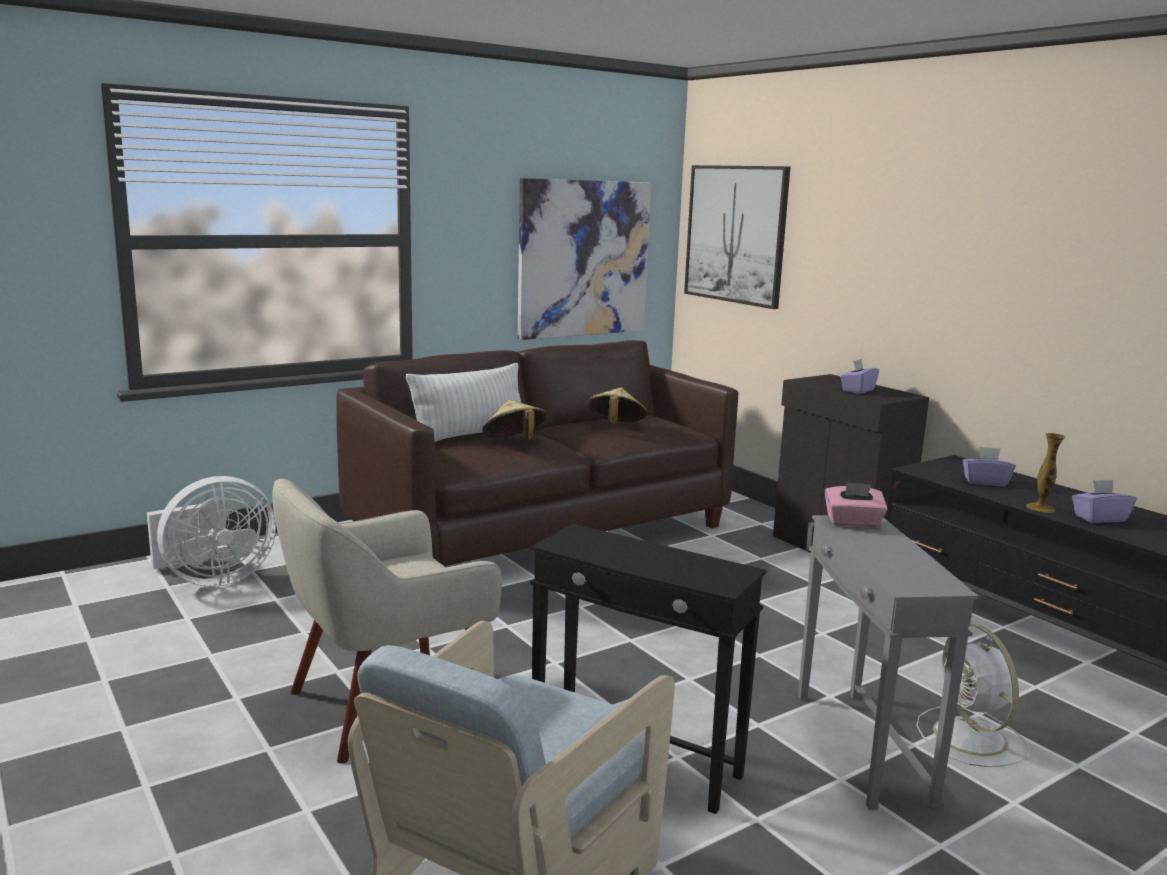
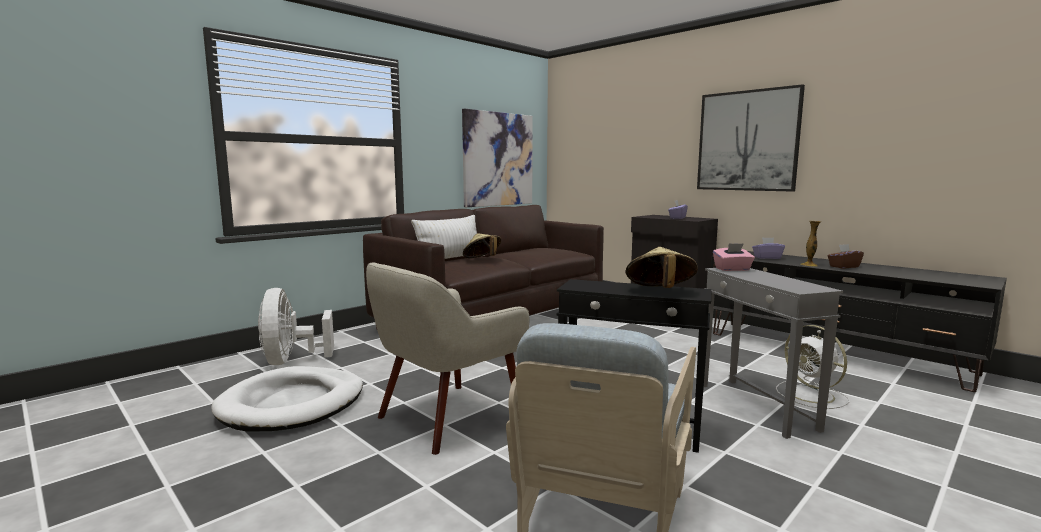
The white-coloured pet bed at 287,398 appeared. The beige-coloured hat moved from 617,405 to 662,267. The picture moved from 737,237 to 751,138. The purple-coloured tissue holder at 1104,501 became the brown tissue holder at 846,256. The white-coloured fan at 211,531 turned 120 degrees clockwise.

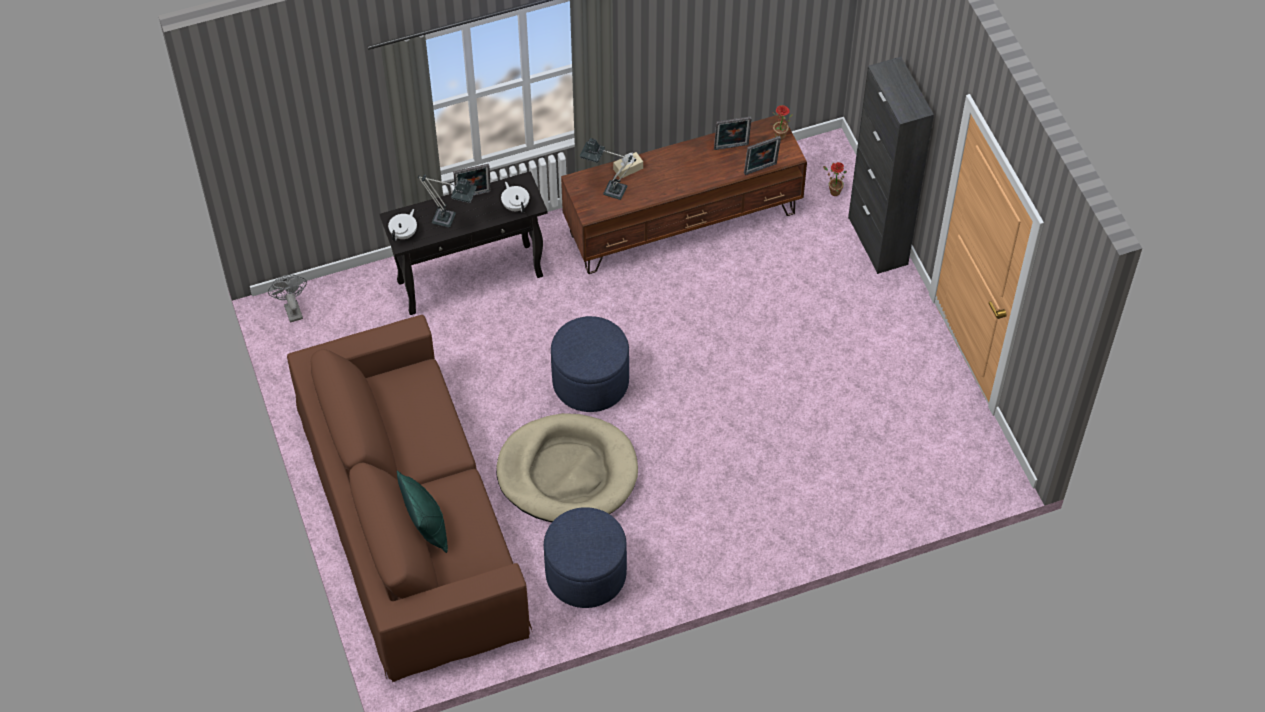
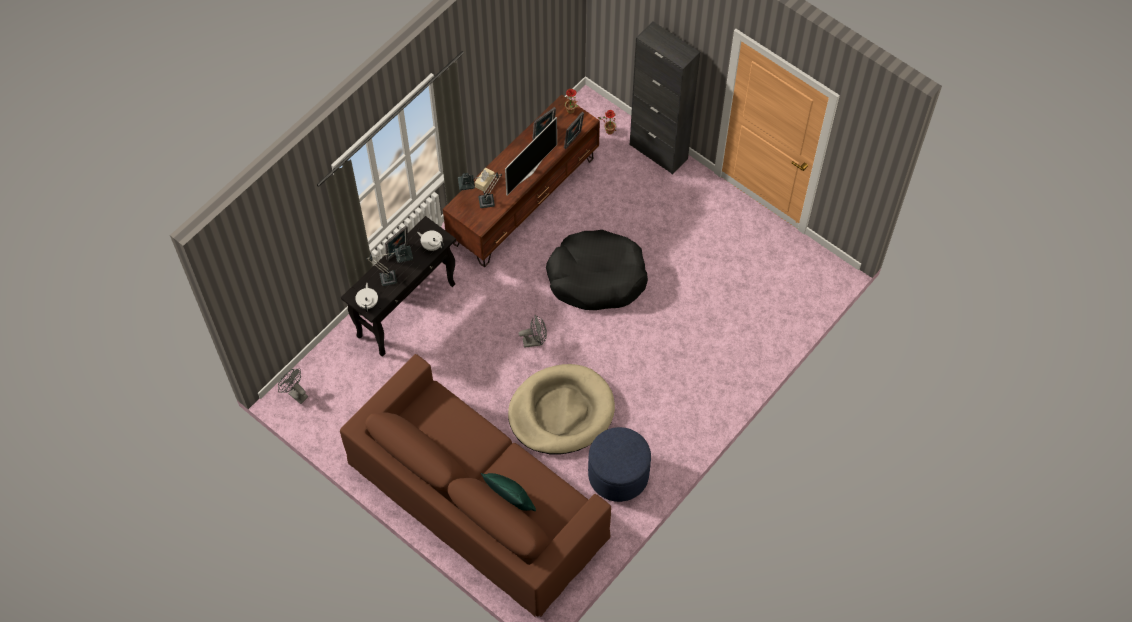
The TV at 531,156 appeared. The black pet bed at 597,270 appeared. The blue ottoman at 590,364 was replaced by the gray fan at 533,331.

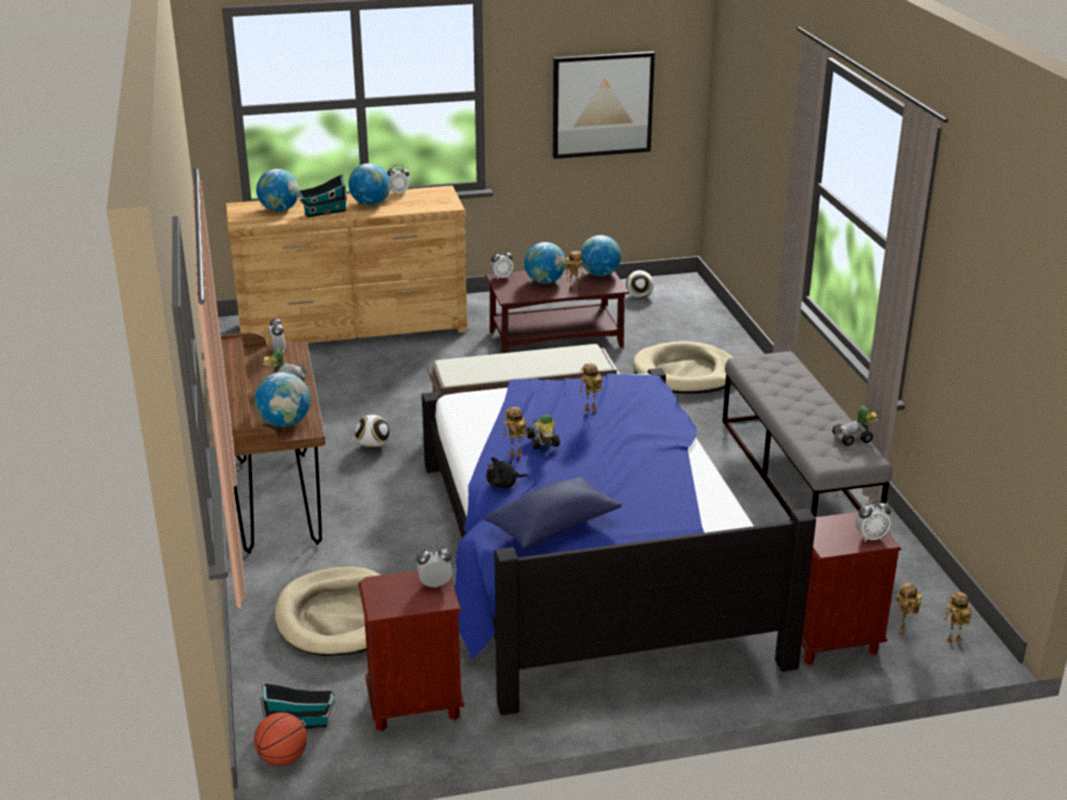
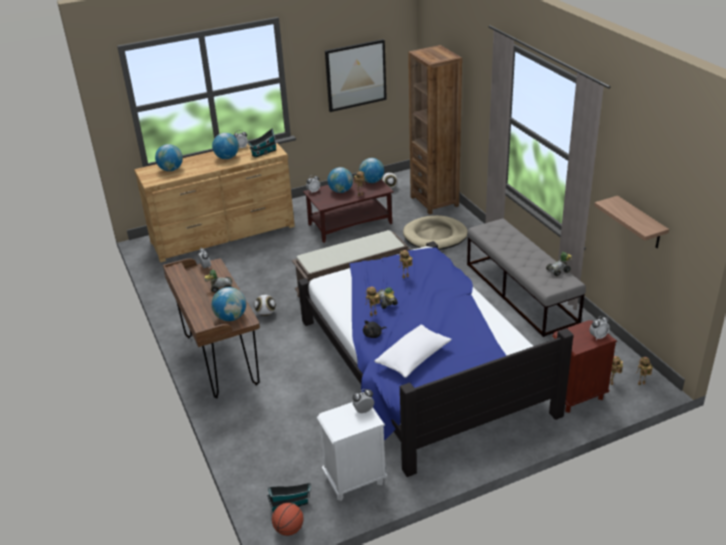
The beige-coloured pet bed at 327,611 disappeared. The brown bookcase at 435,129 appeared. The shelf at 631,222 appeared. The toy house moved from 322,195 to 262,143. The brown night table at 411,651 became the white-coloured night table at 352,451. The blue throw pillow at 553,513 became the white-coloured throw pillow at 413,351.

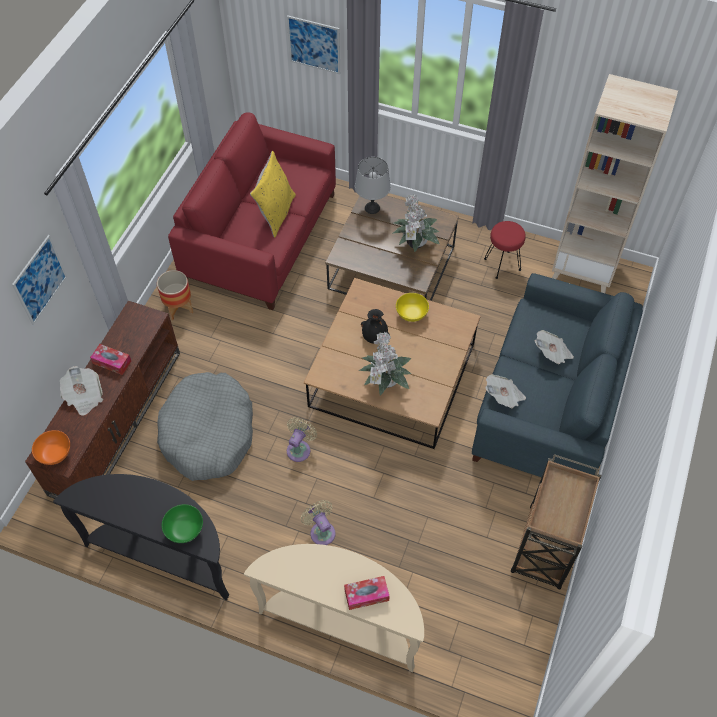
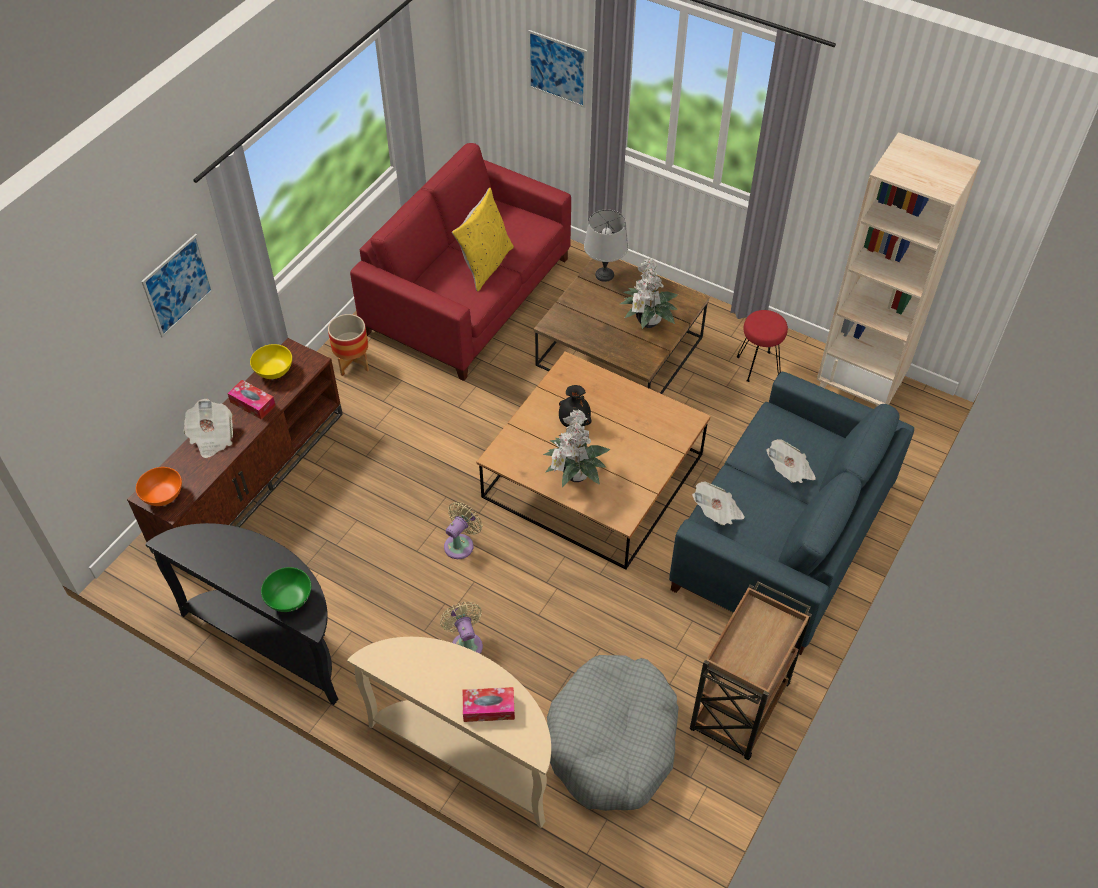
The gray pet bed moved from 205,426 to 613,733. The yellowish serving bowl moved from 412,307 to 271,361.

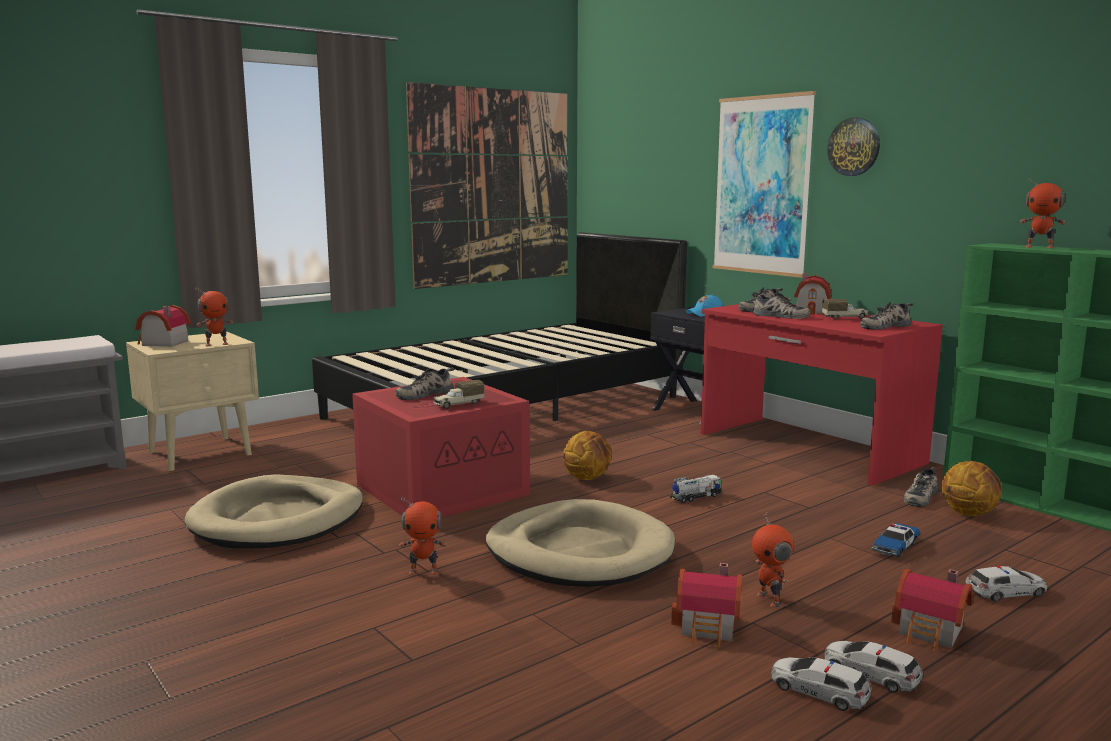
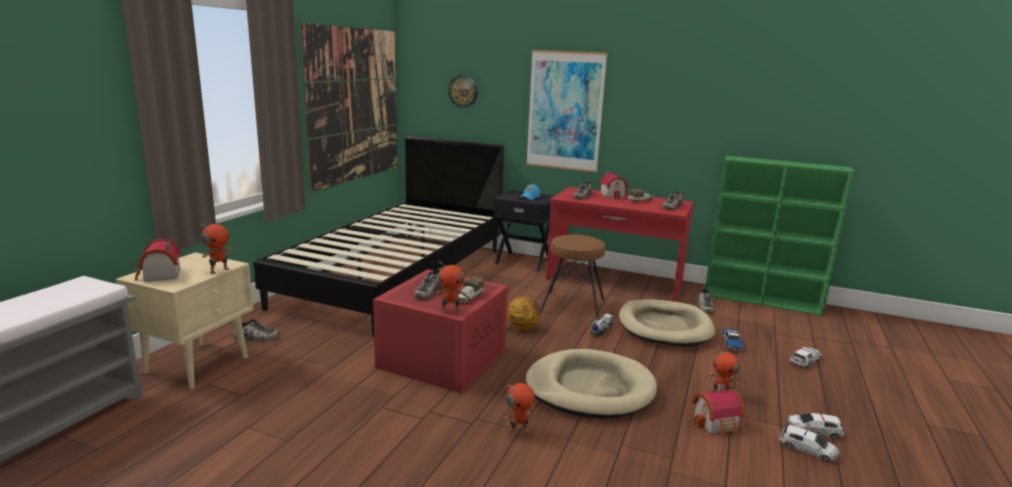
The toy house at 932,610 disappeared. The basketball at 971,488 disappeared. The brown stool seat at 572,277 appeared. The beige-coloured pet bed moved from 273,511 to 667,323. The low shoe moved from 781,306 to 254,330. The wall clock moved from 853,147 to 463,91. The model robot moved from 1043,213 to 451,287. The model car at 821,684 turned 150 degrees counterclockwise.

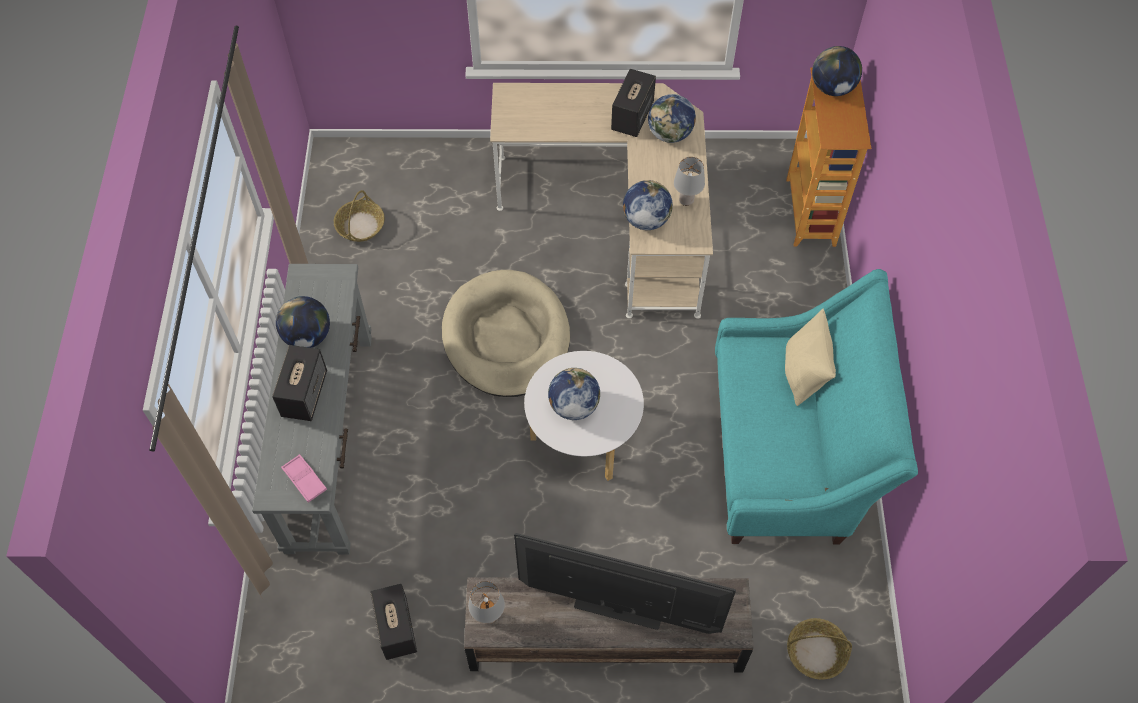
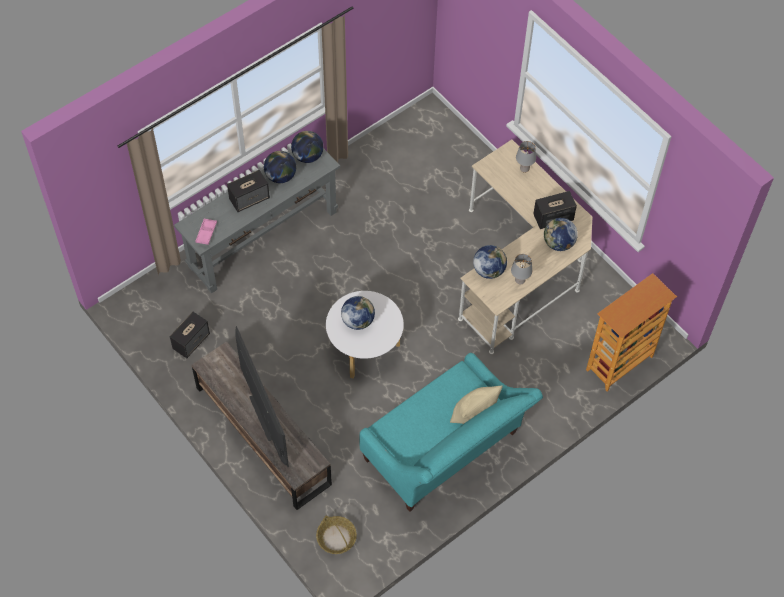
The household basket at 359,216 disappeared. The beige-coloured pet bed at 506,333 disappeared. The gray tabletop lamp moved from 486,602 to 526,157. The globe moved from 837,71 to 307,147.

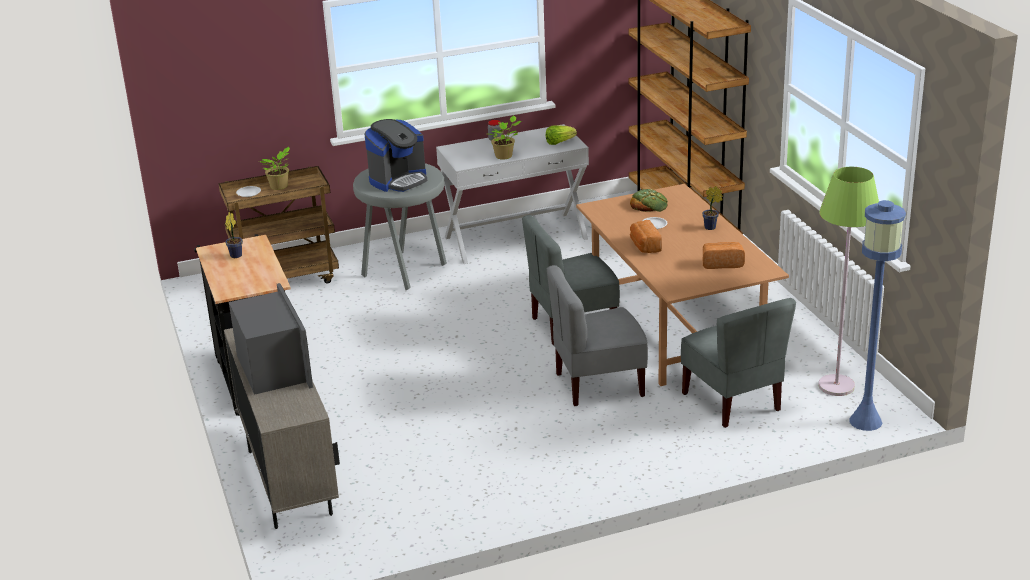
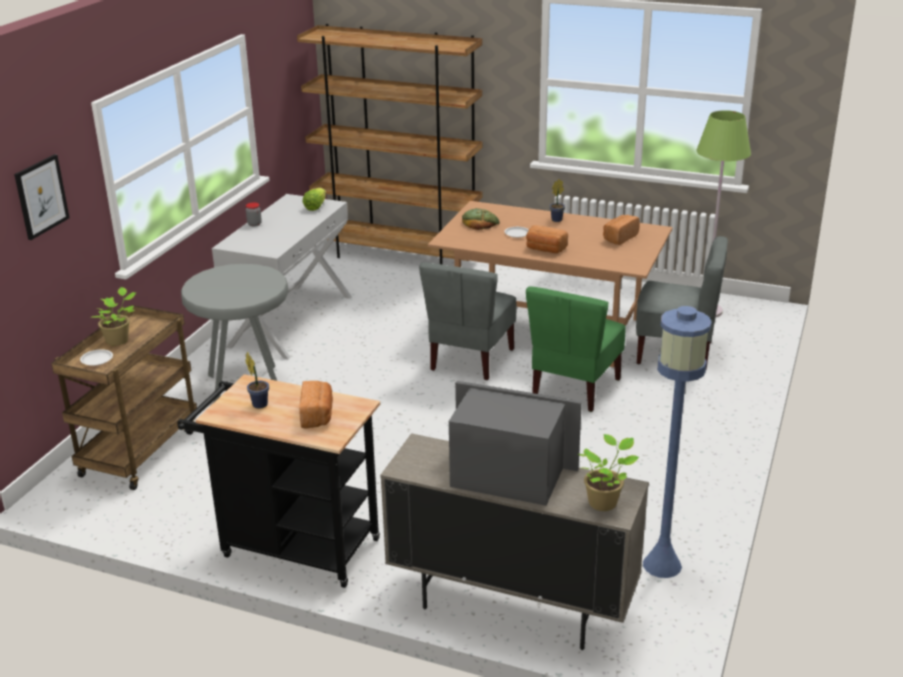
The coffee machine at 396,155 disappeared. The picture at 41,197 appeared. The bread at 316,405 appeared. The plant in a pot moved from 505,137 to 608,472. The blue standard lamp moved from 877,315 to 677,442. The gray chair at 597,335 became the green chair at 575,349.

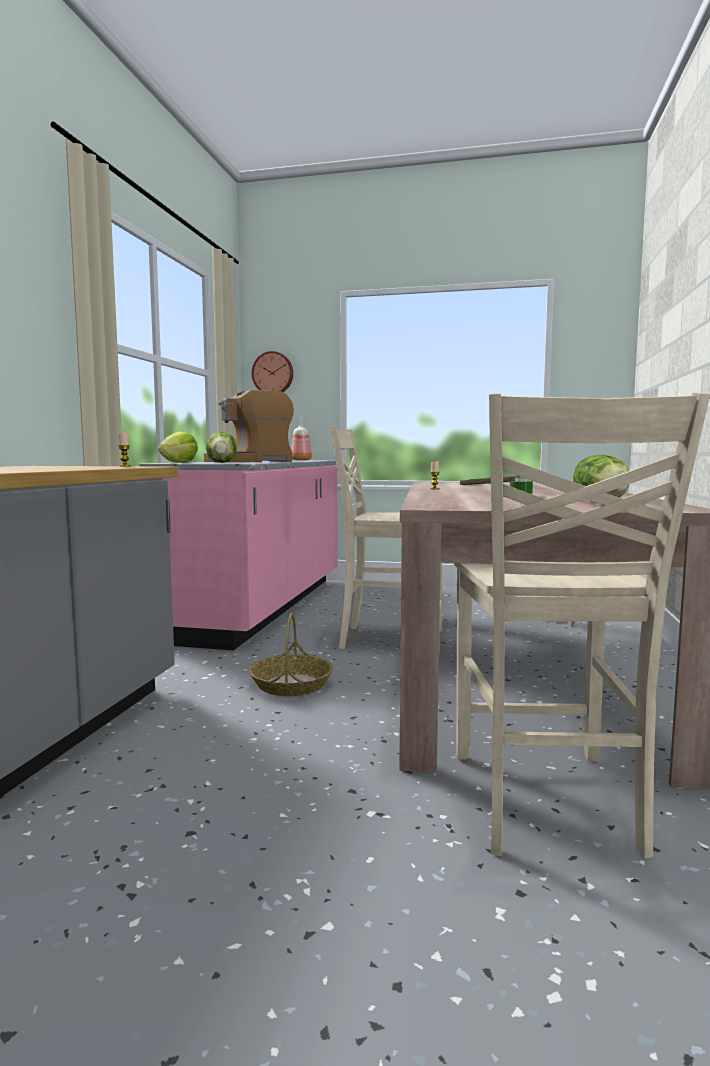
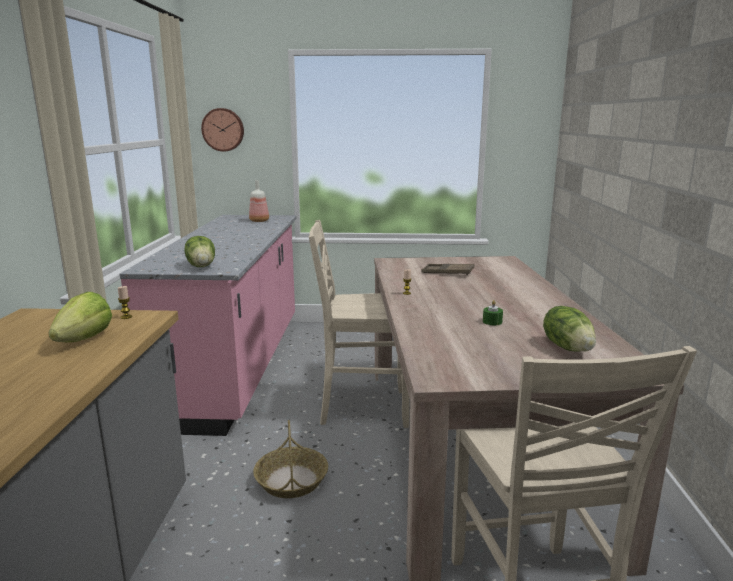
The coffee machine at 249,426 disappeared. The head of lettuce moved from 178,447 to 80,317.

